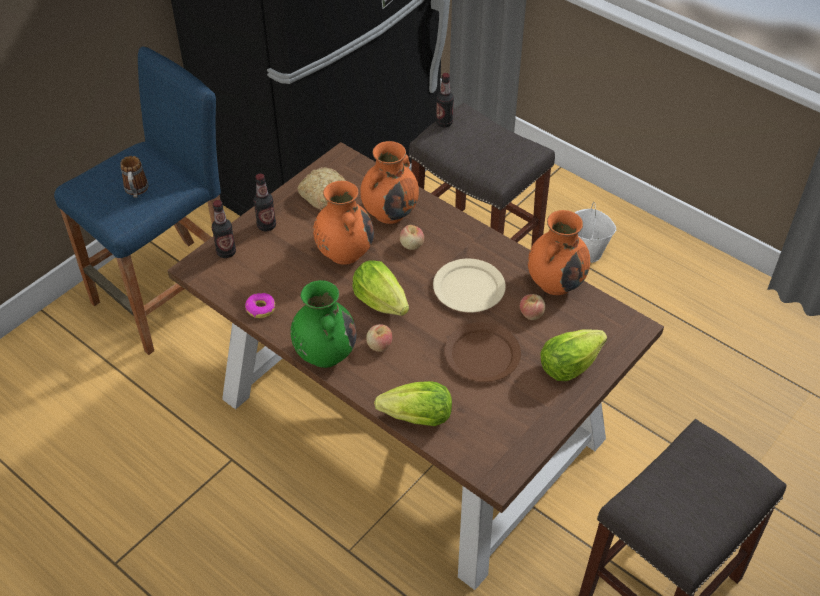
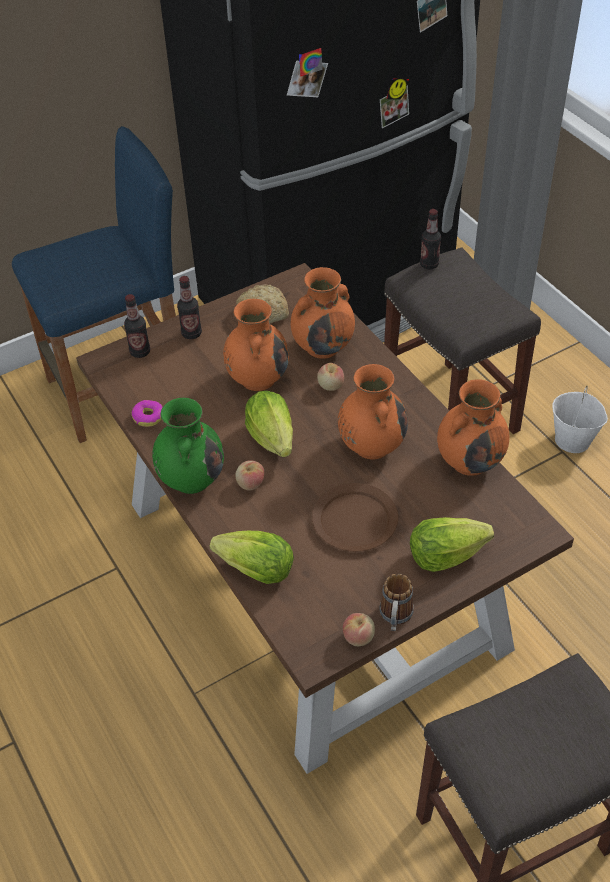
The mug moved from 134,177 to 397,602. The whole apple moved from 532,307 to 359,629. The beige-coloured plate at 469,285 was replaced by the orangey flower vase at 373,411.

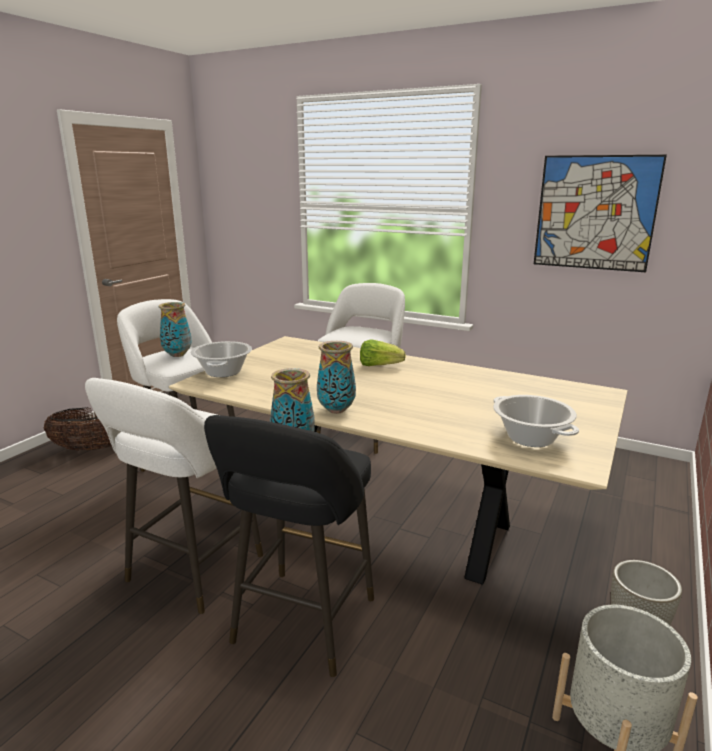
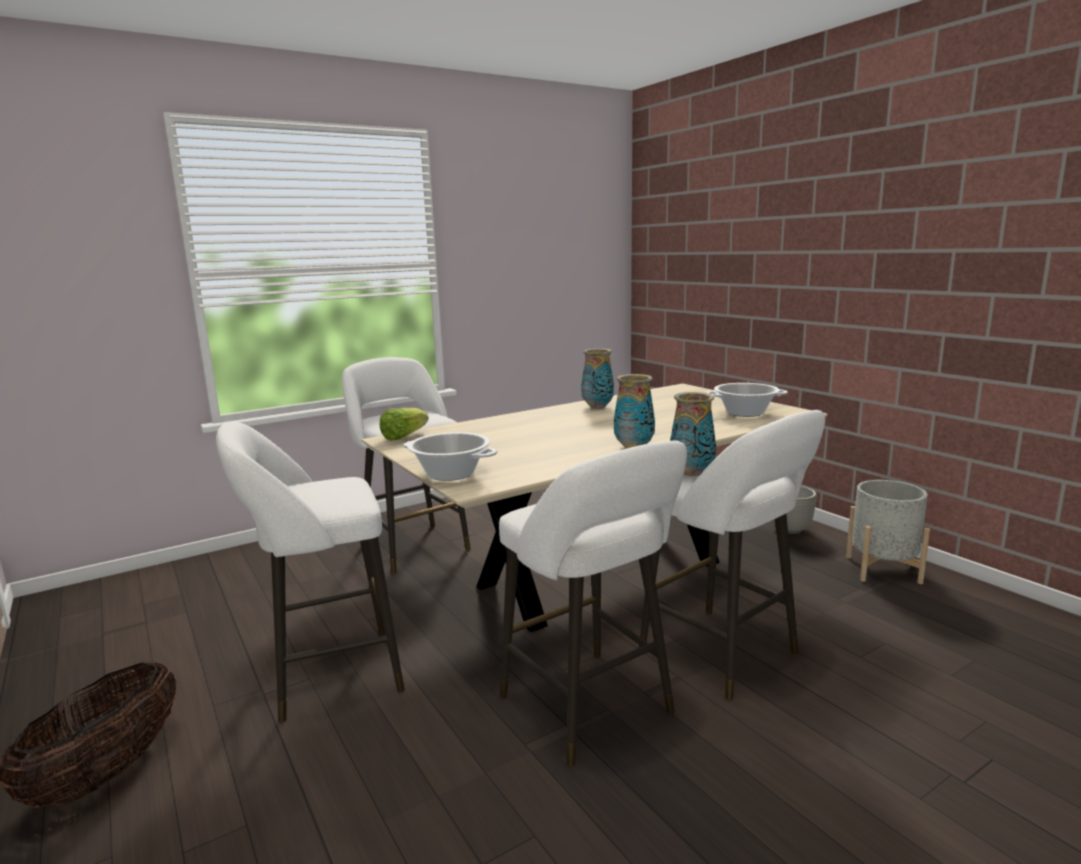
The picture at 600,213 disappeared. The flower vase moved from 175,329 to 597,378. The head of lettuce moved from 383,352 to 404,424. The black stool seat at 289,546 became the white-coloured stool seat at 732,555.

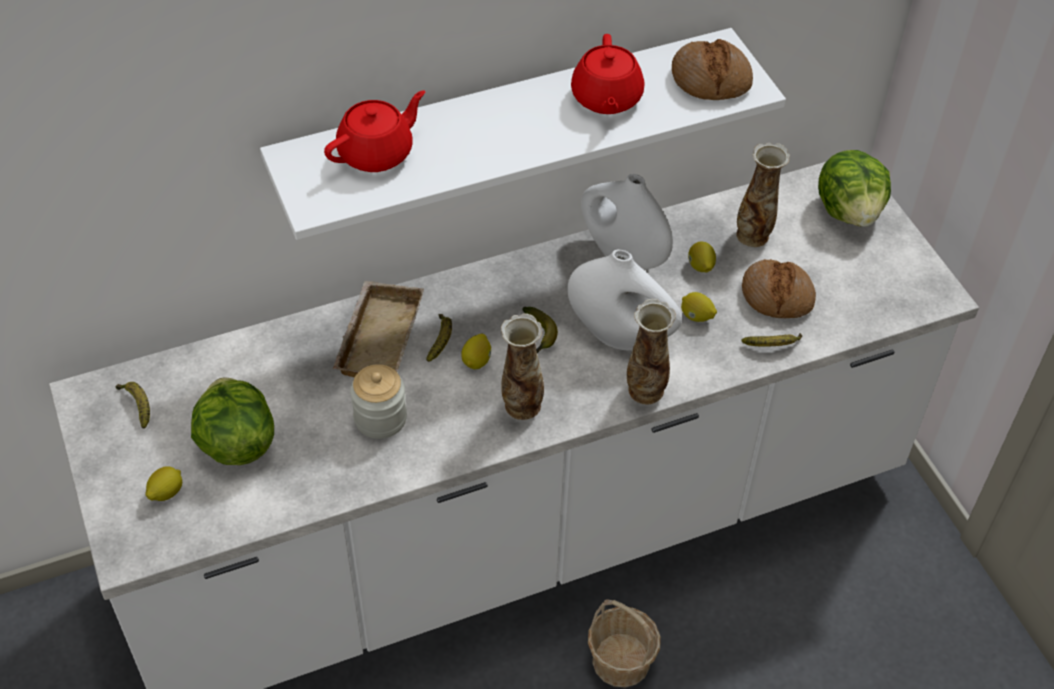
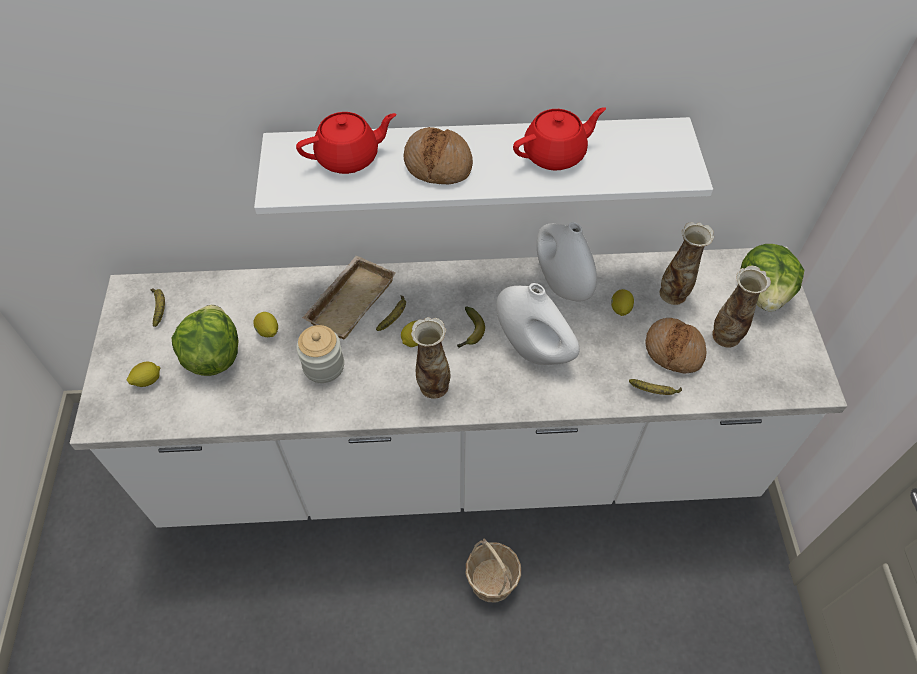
The flower vase moved from 651,352 to 741,307. The bread moved from 712,69 to 438,156. The whole lemon moved from 699,307 to 265,324. The reddish teapot at 607,74 turned 135 degrees counterclockwise.

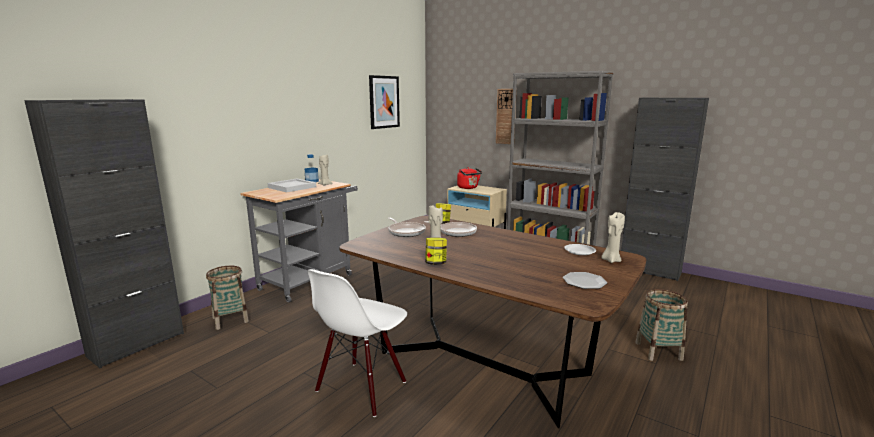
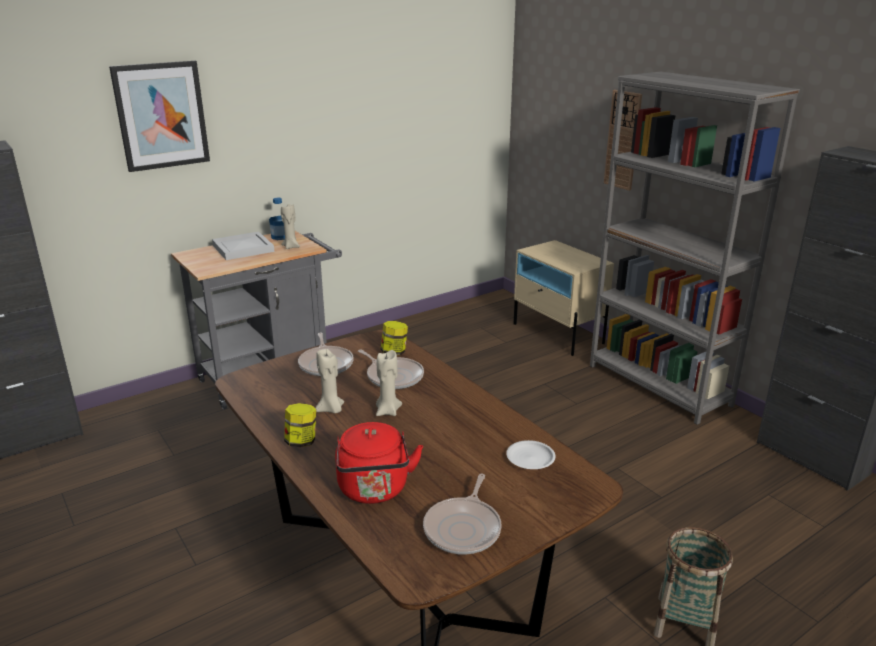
The household basket at 227,298 disappeared. The white-coloured chair at 357,343 disappeared. The picture moved from 384,102 to 159,116. The reddish water kettle moved from 469,178 to 379,463. The beige-coloured wax candle moved from 613,237 to 389,383. The plate at 585,280 was replaced by the pan at 462,514.

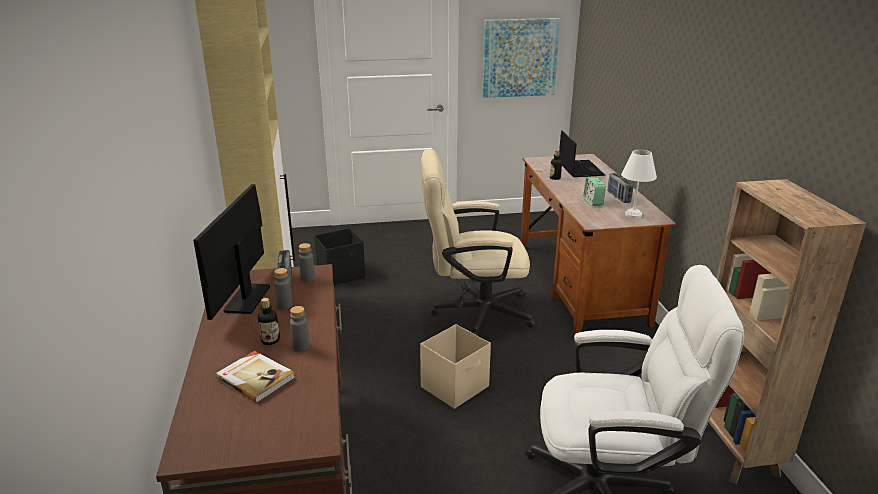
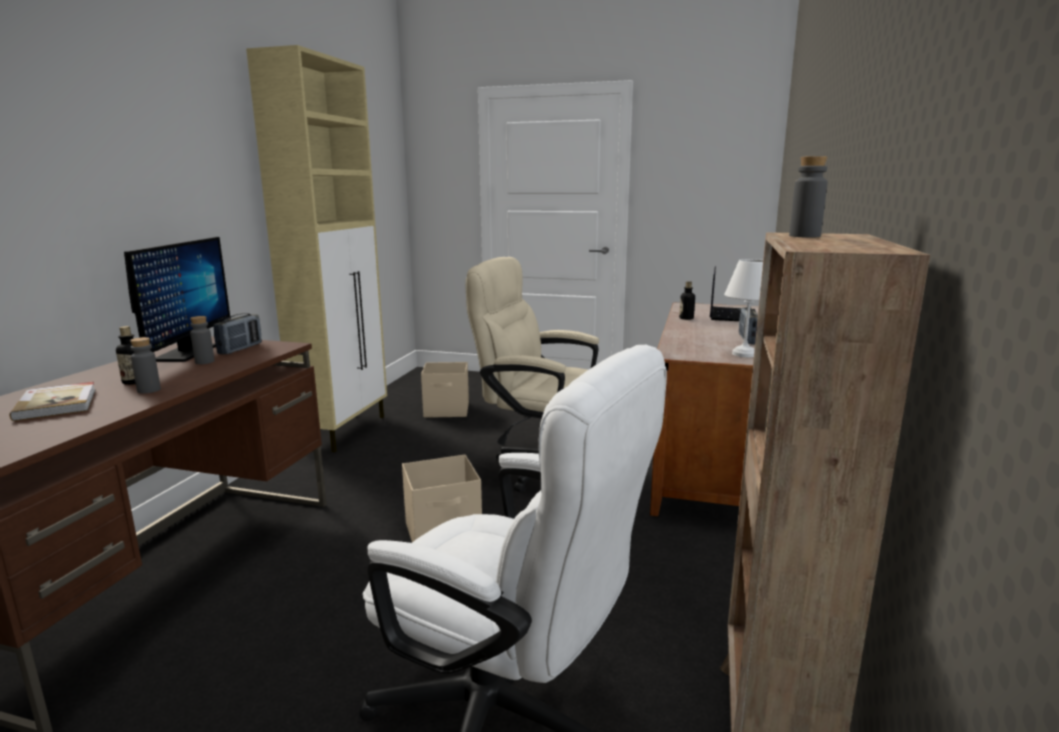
The picture at 521,58 disappeared. The bedside clock at 595,192 disappeared. The gray beverage bottle moved from 306,262 to 808,197. The black storage box at 339,256 became the beige-coloured storage box at 445,390. The computer screen at 231,252 turned 150 degrees clockwise.

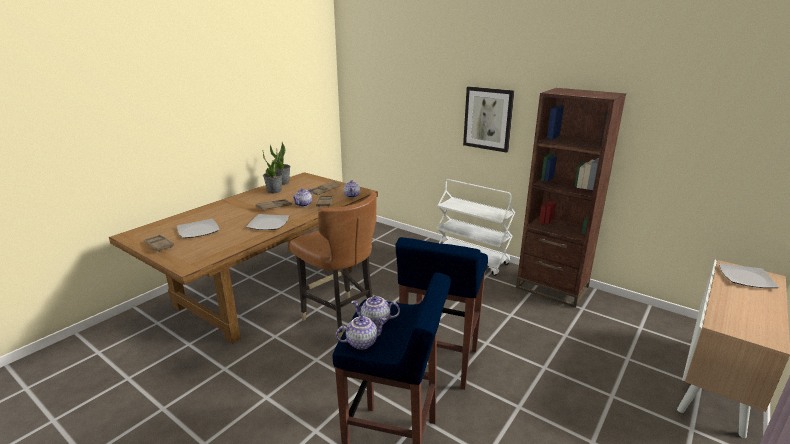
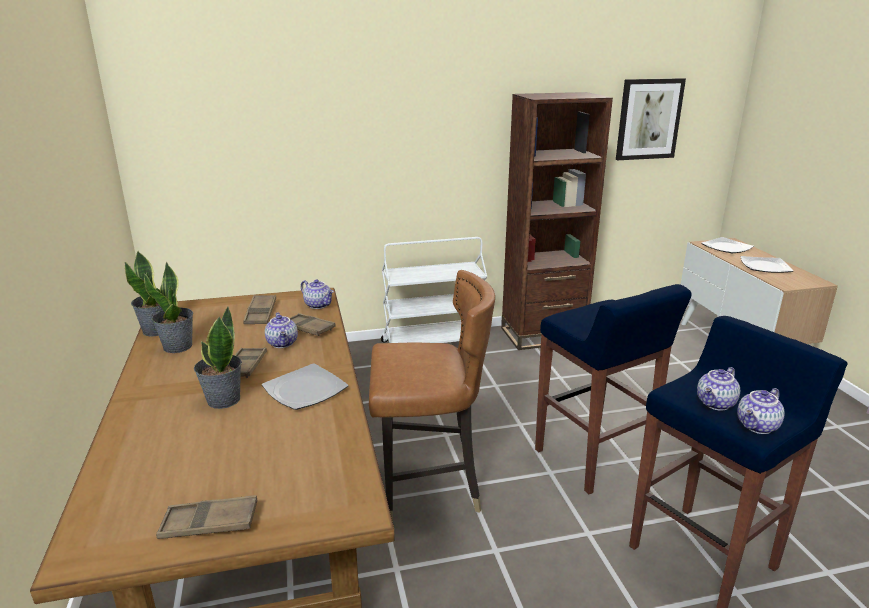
The plant in a pot at 218,358 appeared. The plate moved from 198,228 to 766,264. The picture moved from 488,119 to 651,119. The teapot at 361,333 turned 150 degrees counterclockwise.

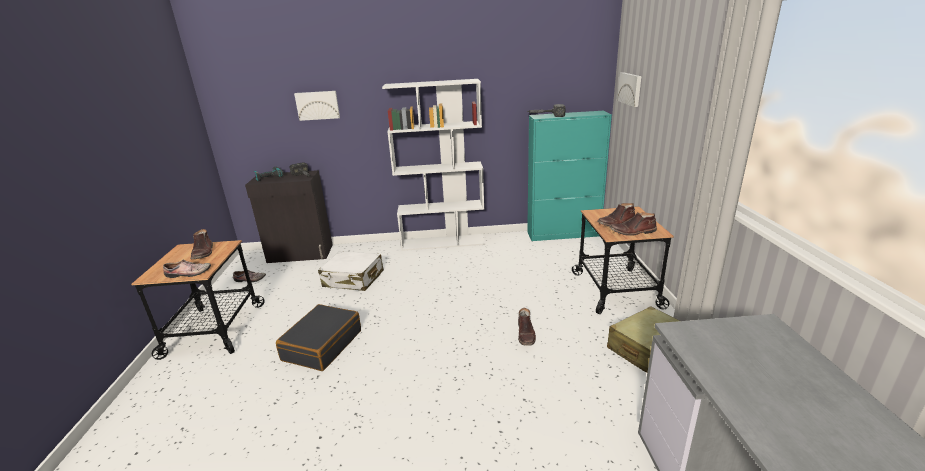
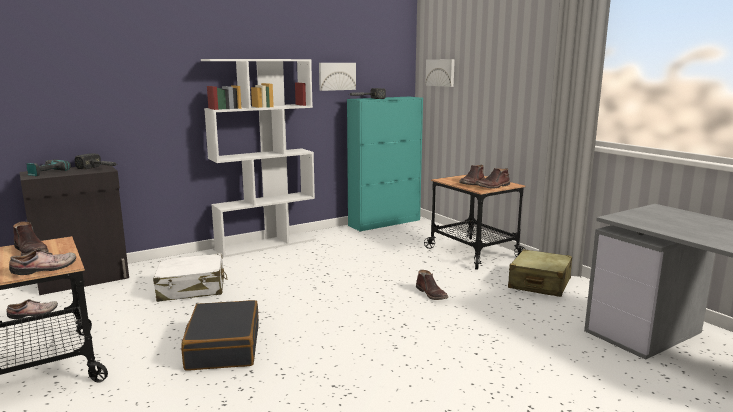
The picture moved from 317,106 to 337,77.

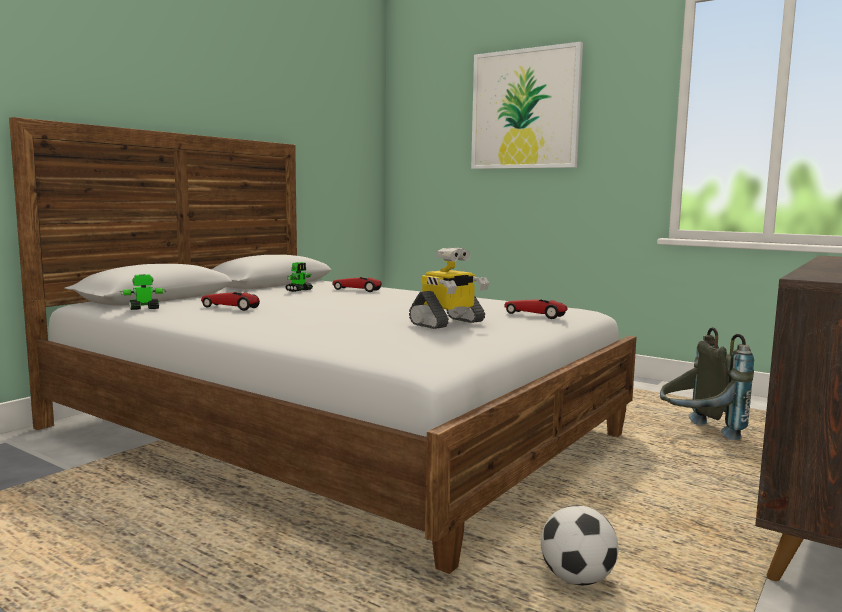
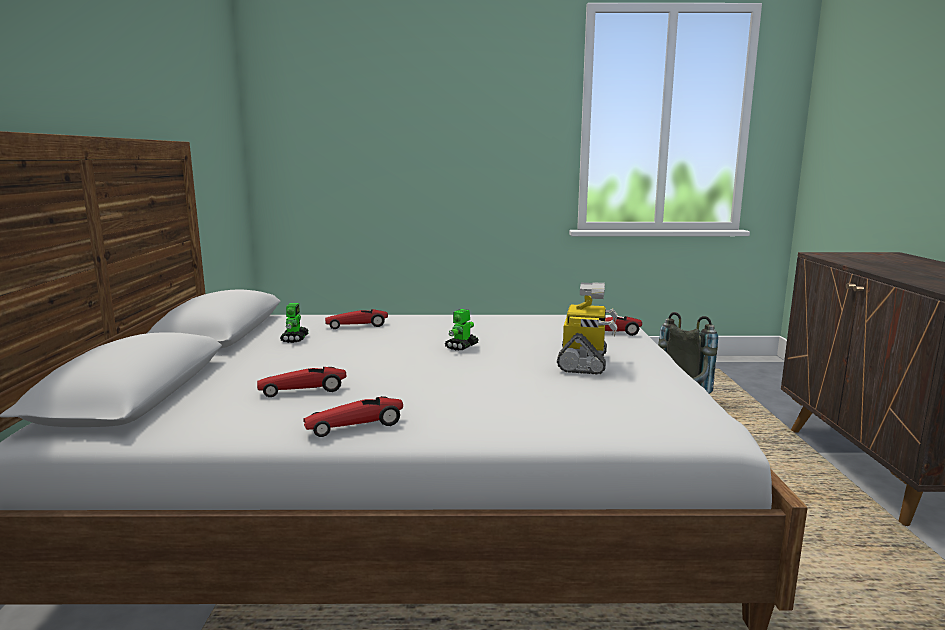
The picture at 527,105 disappeared. The football at 579,545 disappeared. The model car at 353,416 appeared. The model robot moved from 143,292 to 461,329.

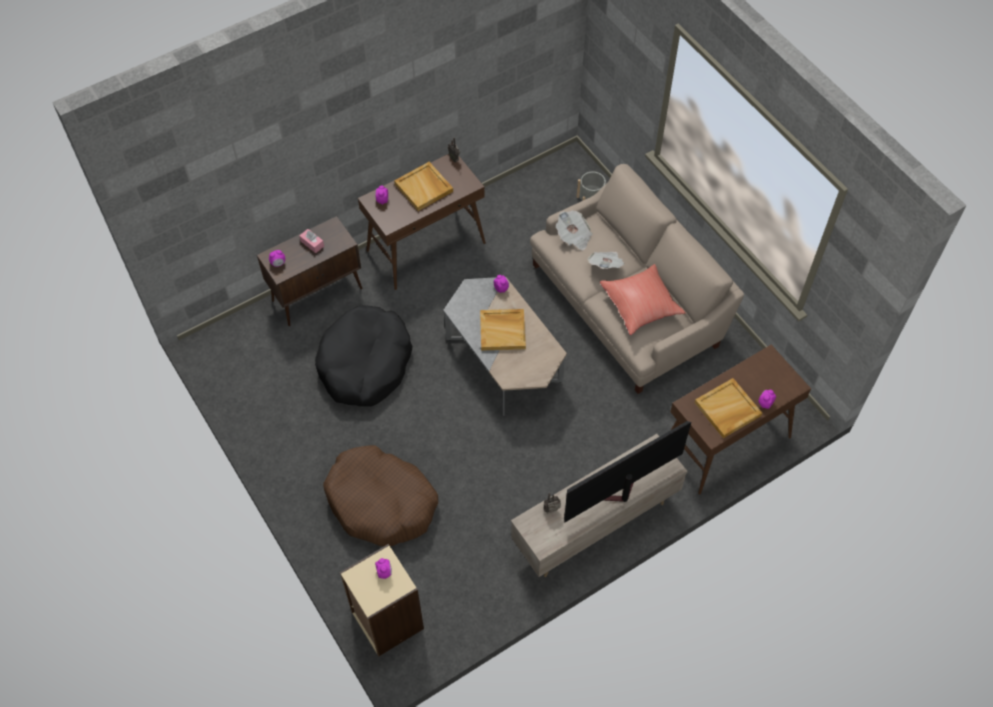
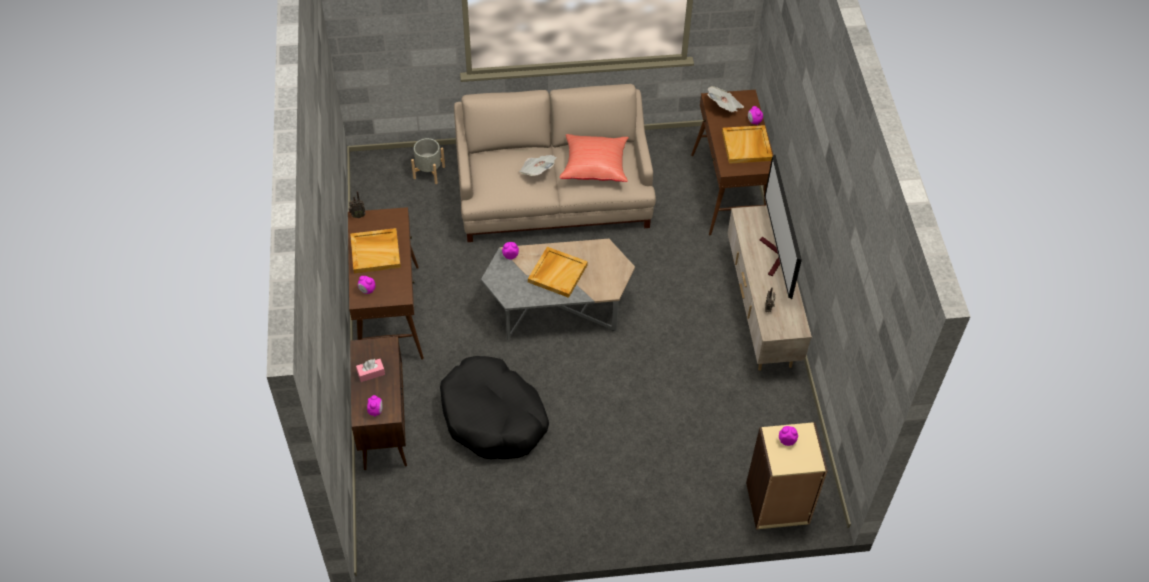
The brown pet bed at 380,495 disappeared. The newspaper moved from 574,230 to 725,99.

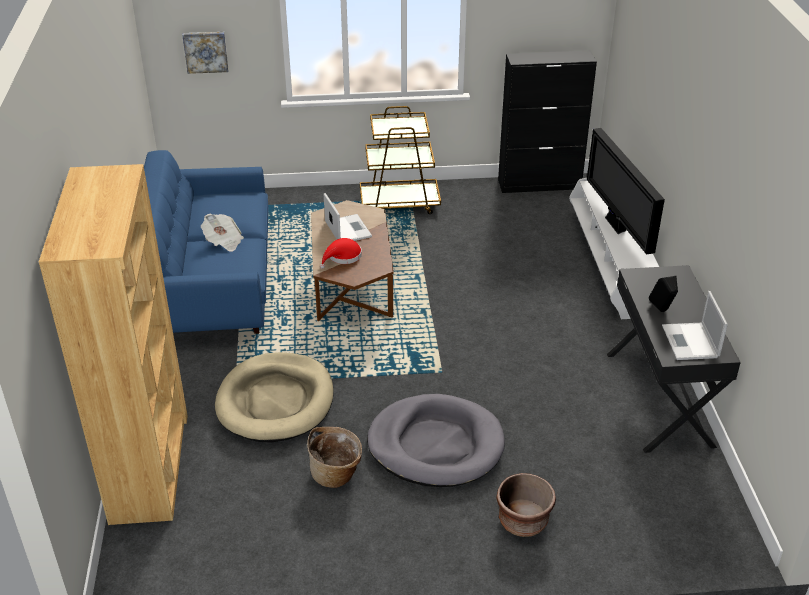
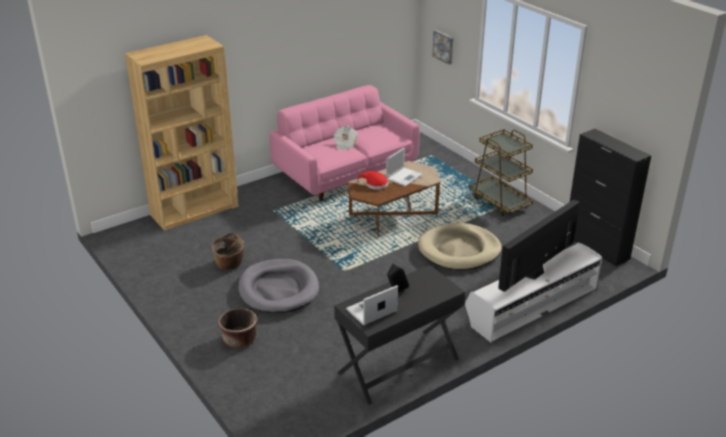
The beige-coloured pet bed moved from 274,397 to 460,247. The blue settee at 206,242 became the pinkish settee at 345,143.

